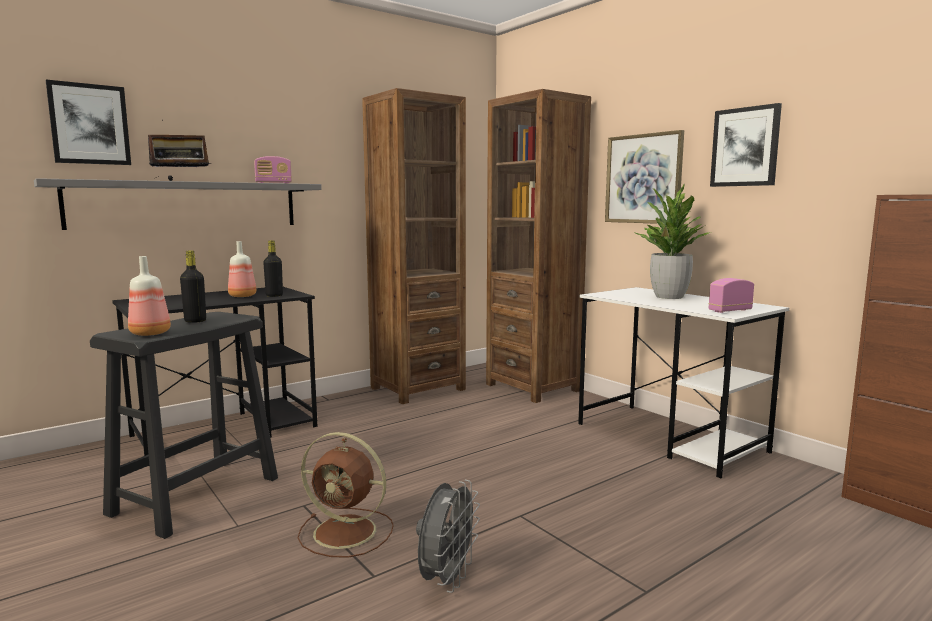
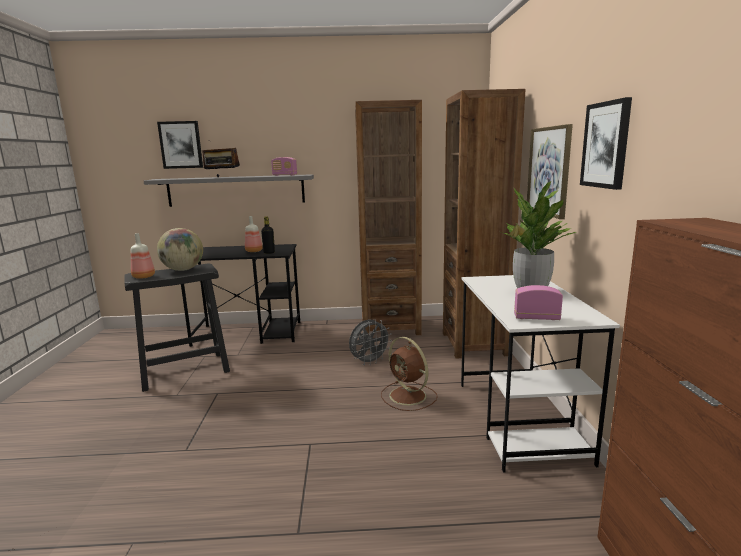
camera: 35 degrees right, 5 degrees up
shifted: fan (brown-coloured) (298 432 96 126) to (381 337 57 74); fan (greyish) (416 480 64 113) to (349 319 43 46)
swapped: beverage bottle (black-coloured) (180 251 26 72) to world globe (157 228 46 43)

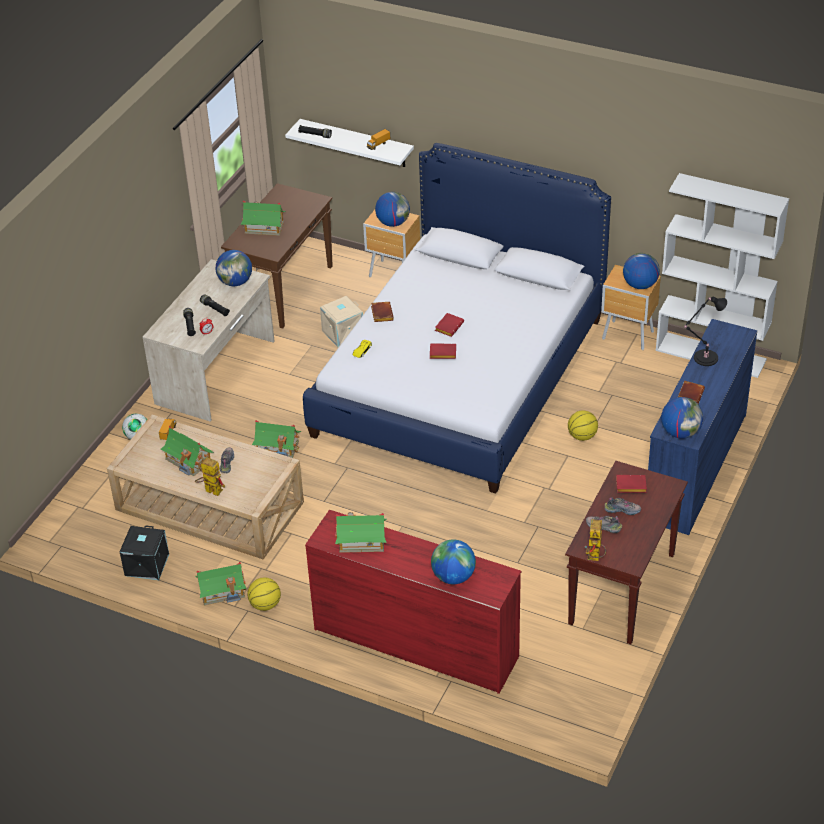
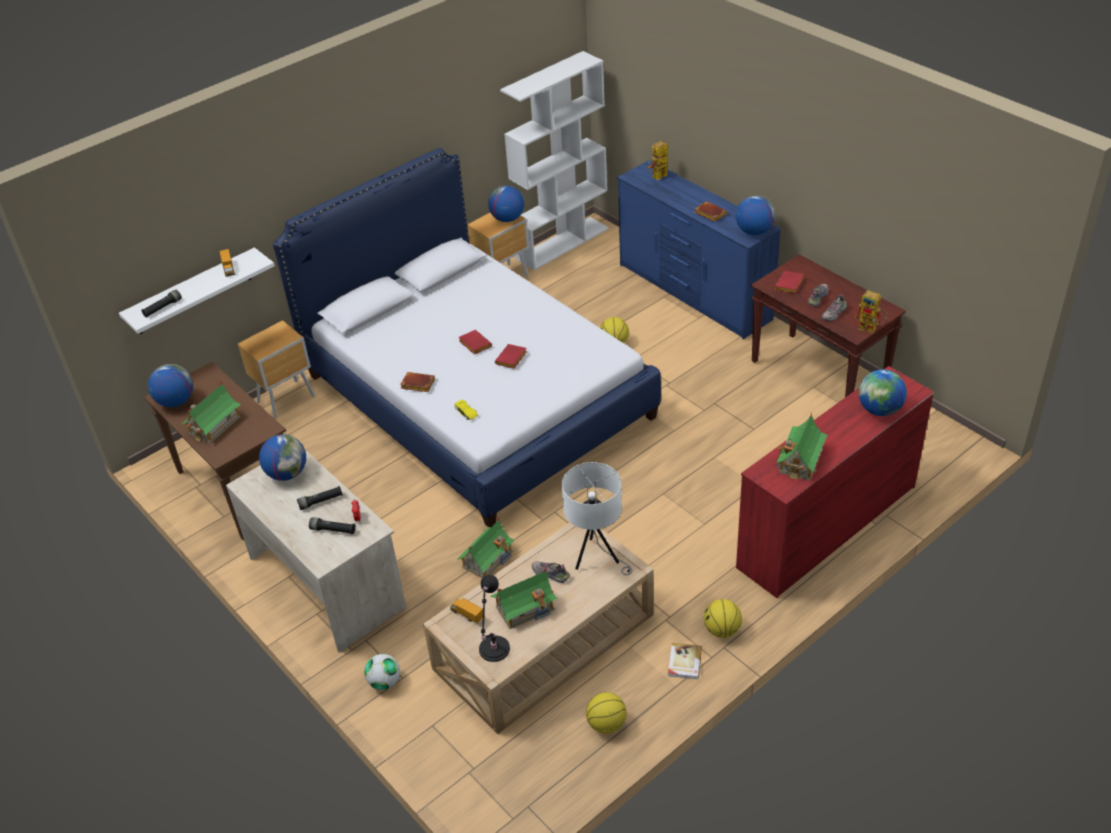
camera: 65 degrees left, 0 degrees up
gone: storage bin (sand-coloured) (320 296 43 51)
new: tabletop lamp (whitish) (562 462 70 113)
shifted: toy robot (195 458 30 38) to (647 141 21 39); world globe (375 192 35 35) to (148 364 45 43); tabletop lamp (black-coloured) (684 296 43 70) to (479 575 31 87)
swapped: storage bin (black-coloured) (120 525 49 55) to basketball (586 692 41 42); miniature house (195 562 52 43) to bound book (668 643 34 36)

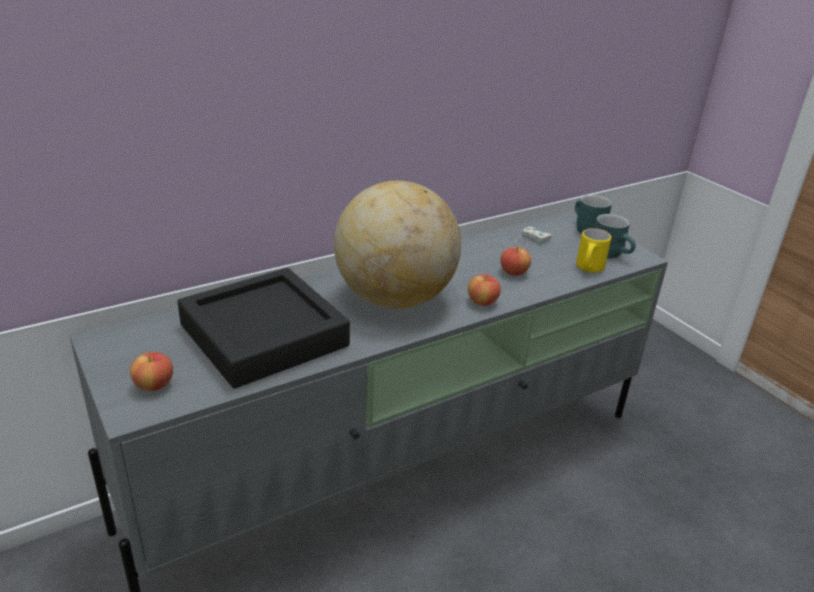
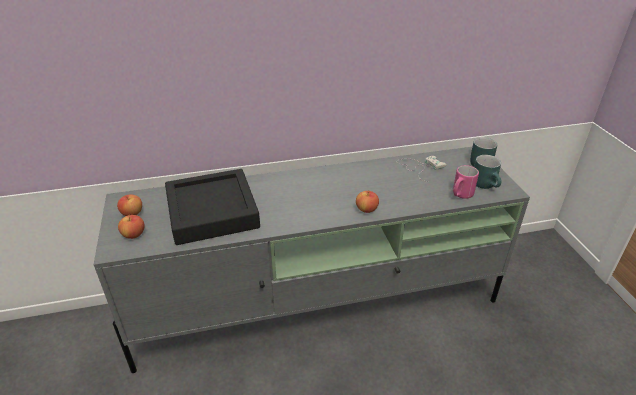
camera: 20 degrees right, 5 degrees up
gone: world globe (334 181 127 127)
shifted: apple (500 247 31 29) to (117 195 25 21)
repainted: coffee mug (yellowish) (576 228 35 45) to coffee mug (pinkish) (453 165 26 34)

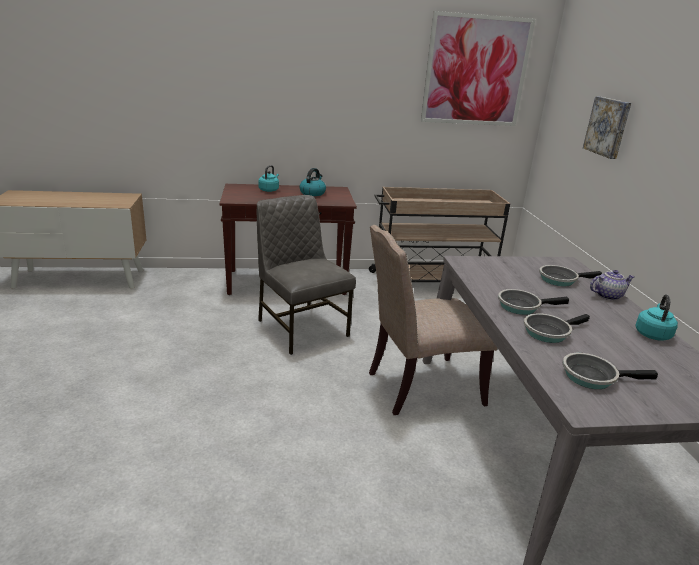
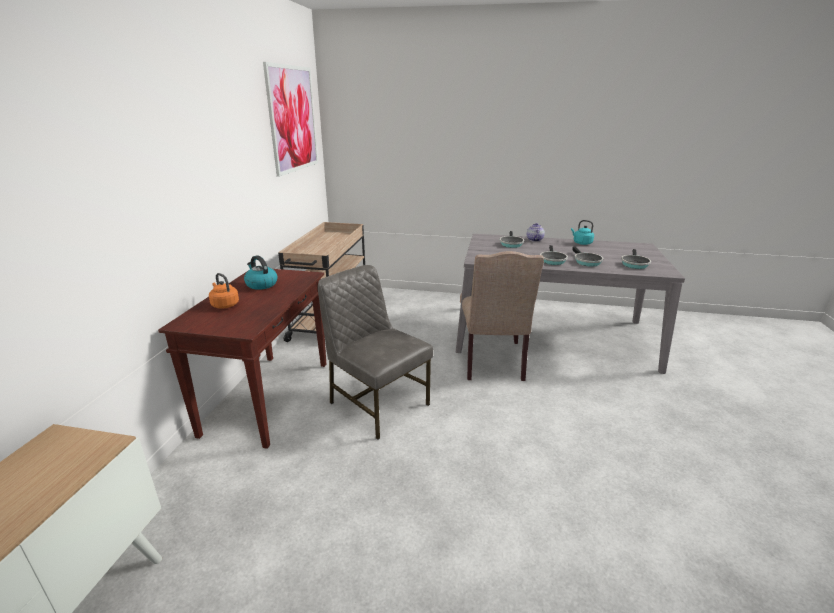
camera: 70 degrees left, 0 degrees up
gone: wall picture (583 96 48 63)
repainted: tea kettle (blue-green) (258 165 21 27) to tea kettle (orange-coloured) (209 273 30 36)
rotated: upright chair (greyish) (257 195 99 160) = (318 265 115 175) 60 degrees clockwise

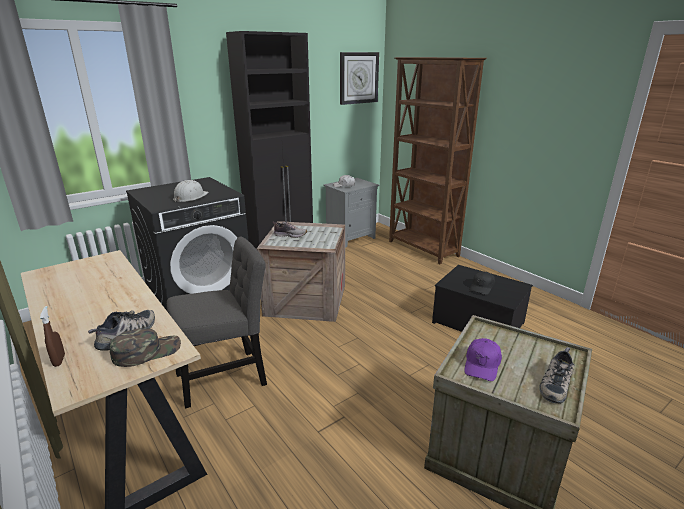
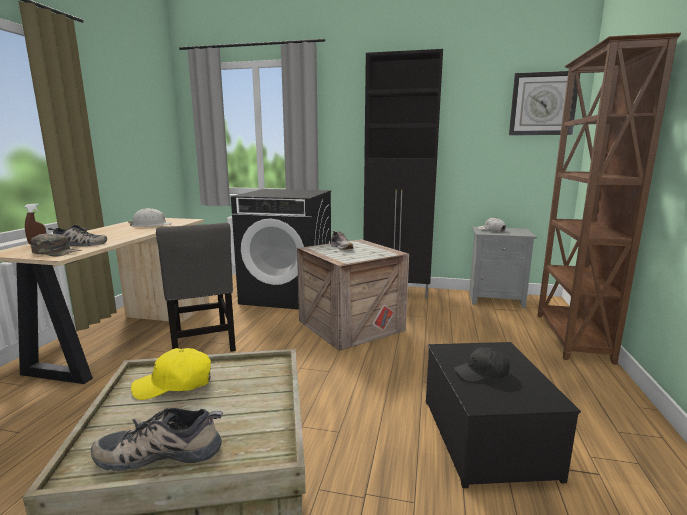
camera: 50 degrees right, 10 degrees down
shifted: hard hat (whitish) (173 180 36 22) to (128 208 44 19)
repainted: cap (purplish) (464 338 38 43) to cap (yellowish) (131 348 80 52)
rotated: upright chair (greyish) (167 237 100 172) = (156 223 80 129) 45 degrees clockwise

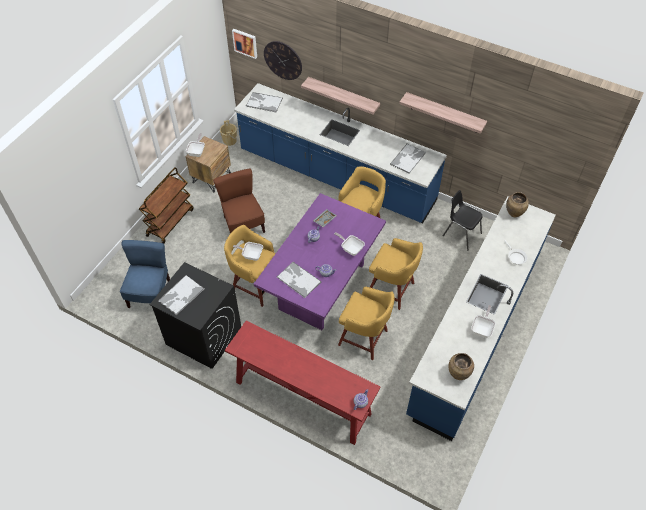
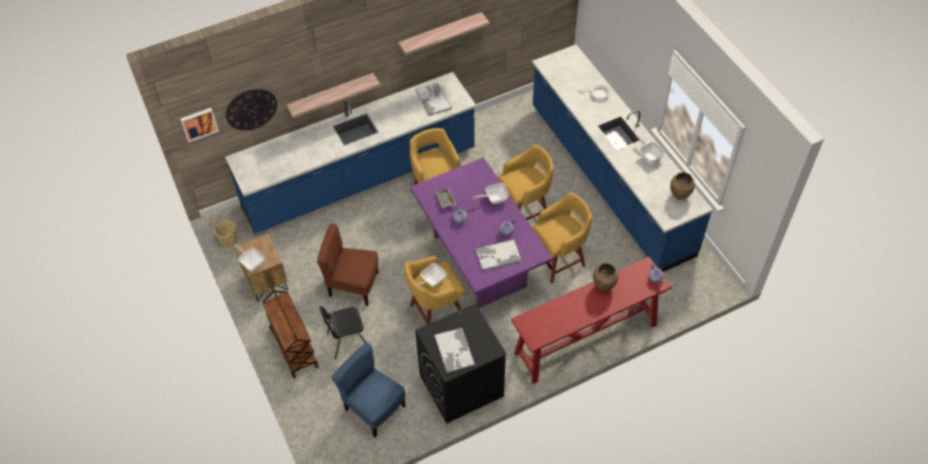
camera: 55 degrees left, 0 degrees up
gone: tray (246 92 37 21)
shifted: upright chair (black-coloured) (443 190 40 61) to (320 306 46 54); flower vase (brown-coloured) (506 192 23 25) to (593 263 26 28)

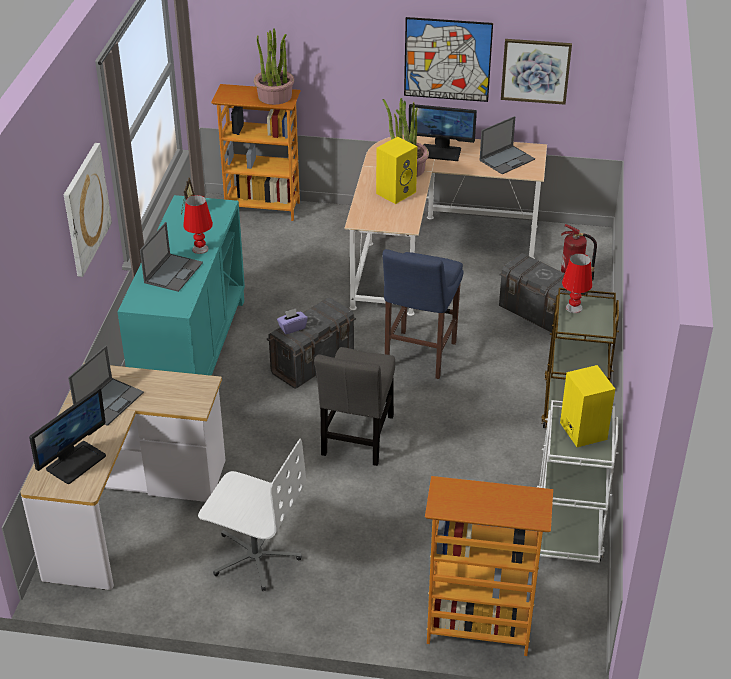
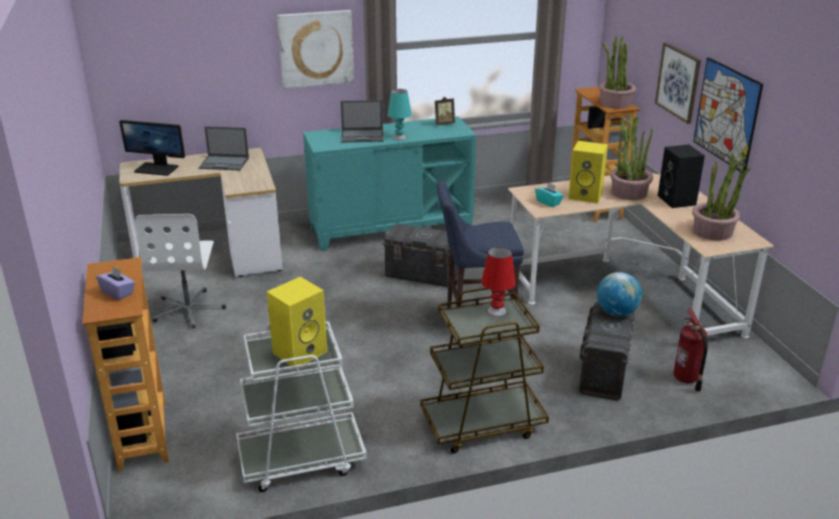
camera: 65 degrees right, 10 degrees down
gone: upright chair (greyish) (314 347 81 119)
new: tissue box (blue-green) (535 182 29 25); world globe (597 272 45 45)
shifted: tissue box (purplish) (277 308 31 26) to (96 266 39 34); wall picture (501 39 71 66) to (655 43 46 81)
swapped: computer screen (409 104 68 57) to audio speaker (black-coloured) (658 144 47 64); laptop (480 116 55 58) to plant in a pot (692 153 59 87)
repainted: tabletop lamp (reddish) (183 195 30 59) to tabletop lamp (blue-green) (388 89 24 51)

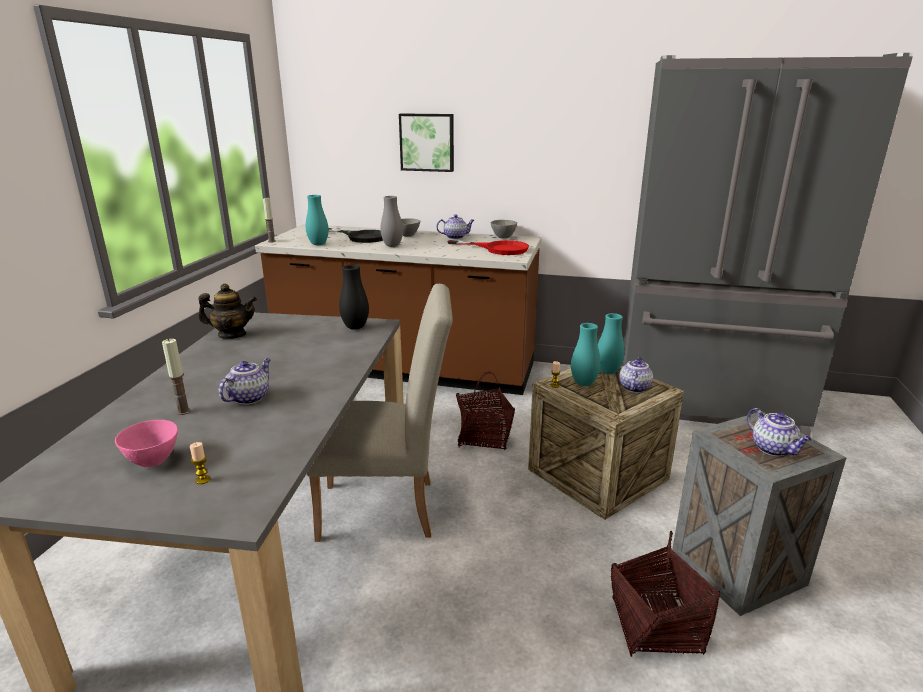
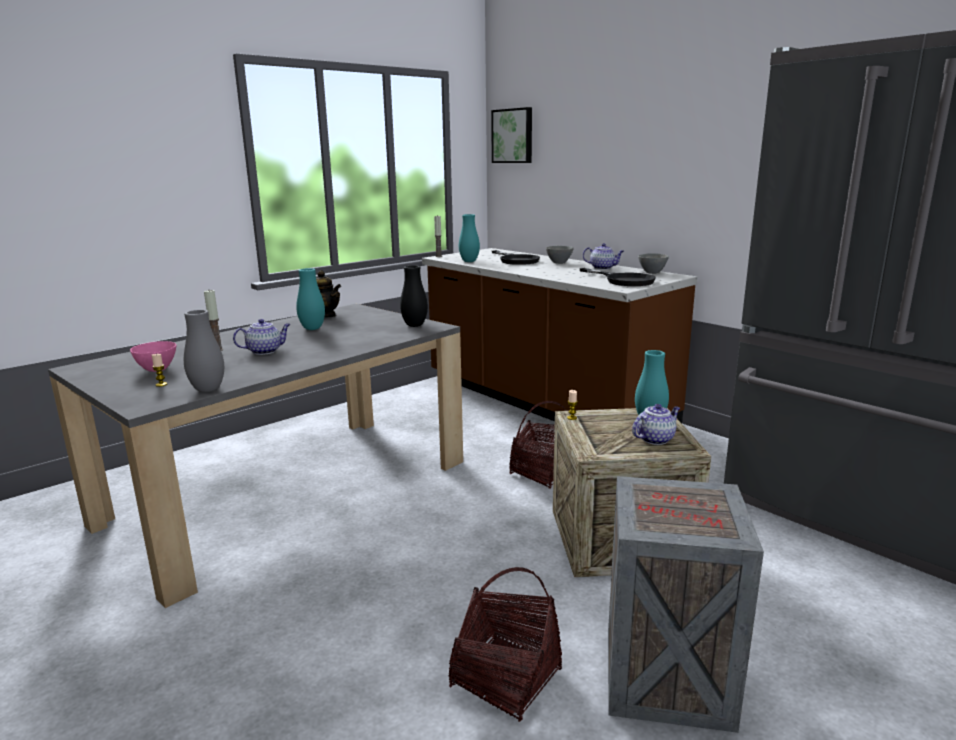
camera: 35 degrees right, 5 degrees down
gone: upright chair (sand-coloured) (307 284 146 258); teapot (747 408 65 48)
shifted: flower vase (greyish) (380 196 23 51) to (184 310 40 82); wall picture (399 113 55 59) to (491 107 41 56); flower vase (blue-green) (571 323 30 63) to (296 268 29 62)
repainted: pan (reddish) (447 240 82 15) to pan (black-coloured) (580 268 76 18)

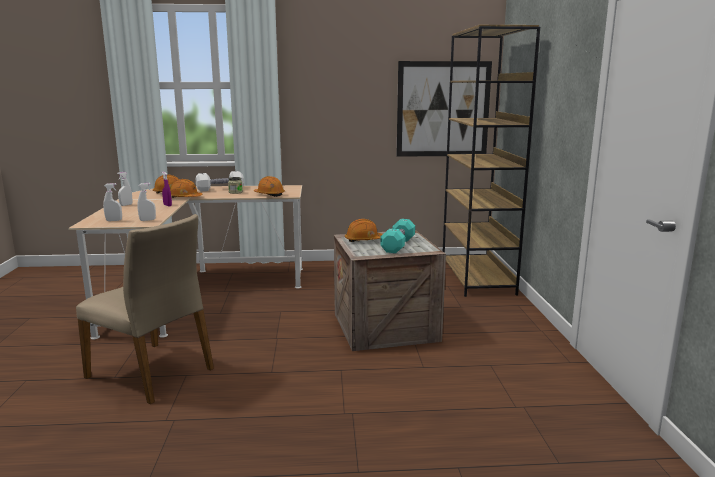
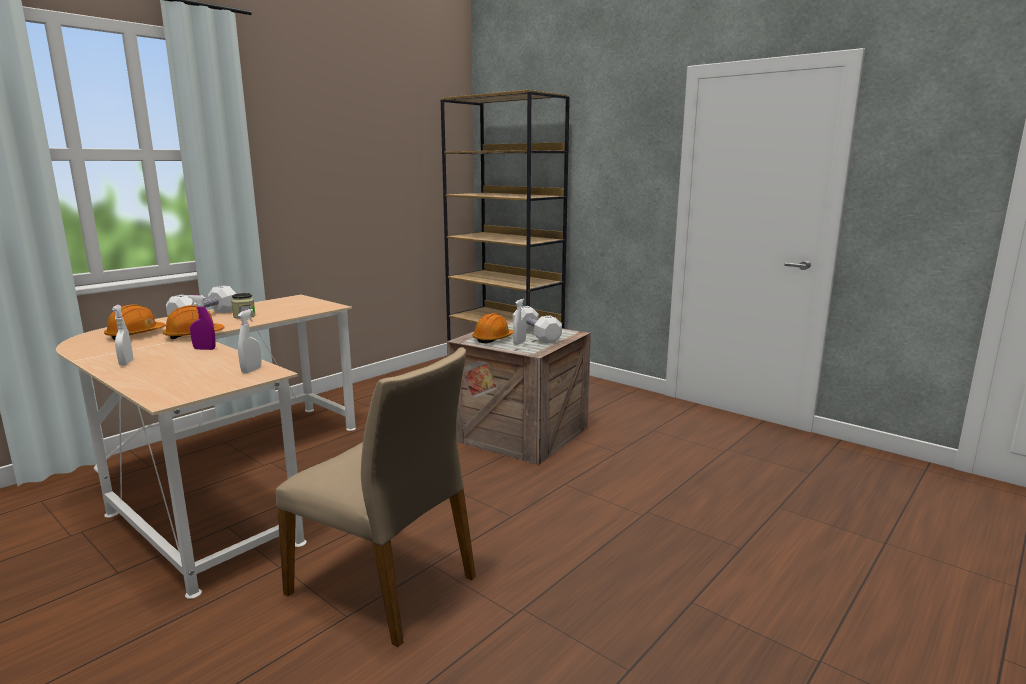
camera: 45 degrees left, 0 degrees up
gone: hard hat (orange-coloured) (254 176 31 21); wall picture (397 61 95 96)
shifted: spray bottle (whitish) (103 183 19 38) to (513 299 13 46)
repainted: hand weight (blue-green) (380 219 35 34) to hand weight (whitish) (513 306 49 38)
rotated: upright chair (sand-coloured) (76 214 138 190) = (276 347 200 300) 45 degrees clockwise

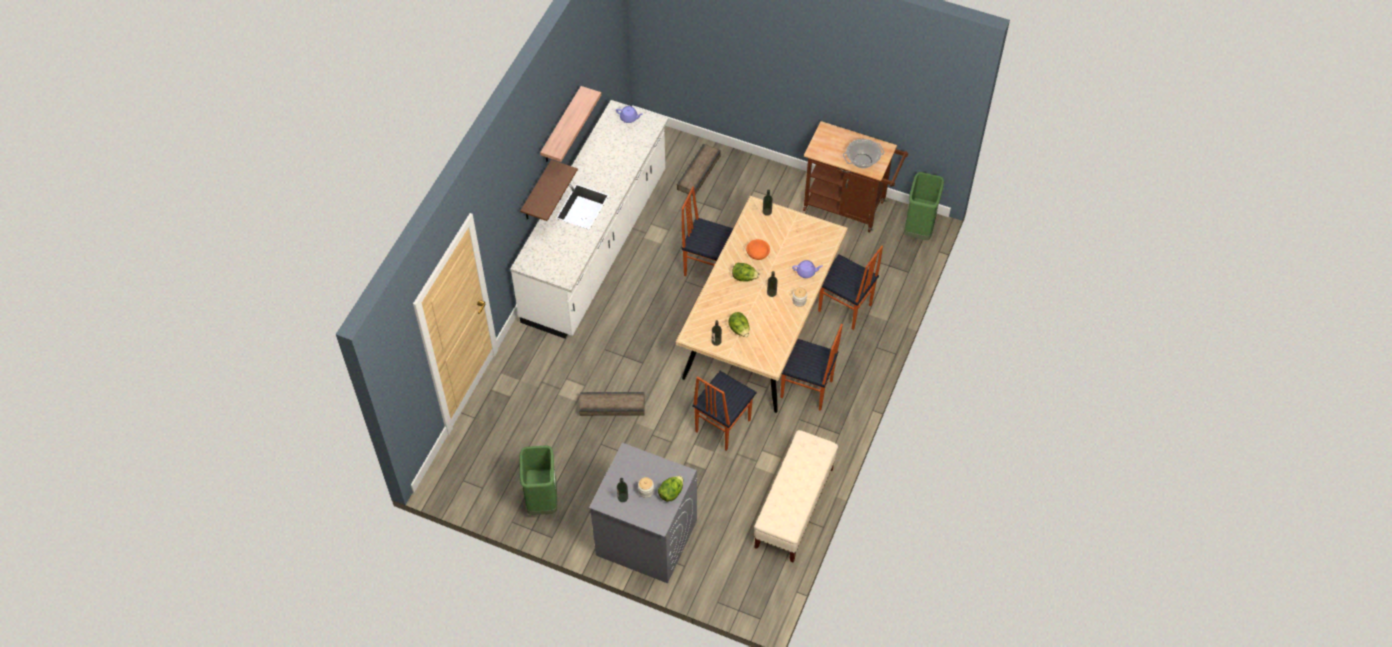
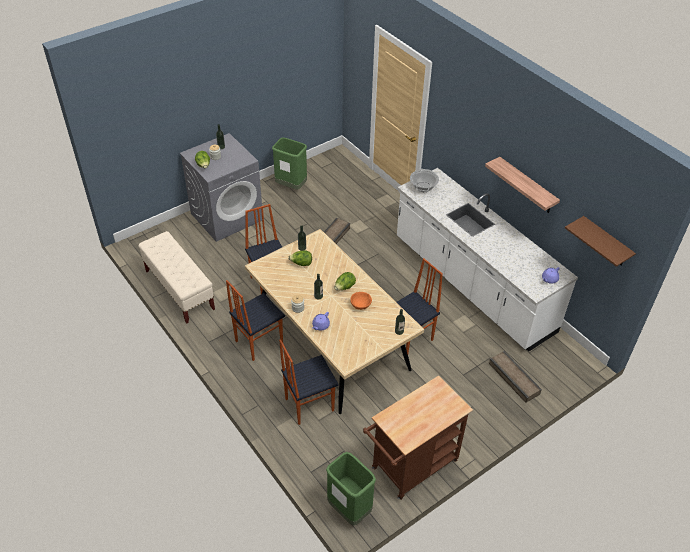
camera: 120 degrees right, 10 degrees down
shifted: shelf (brown-coloured) (520 160 58 61) to (565 216 71 51); saucepot (843 139 42 29) to (410 169 29 23)

